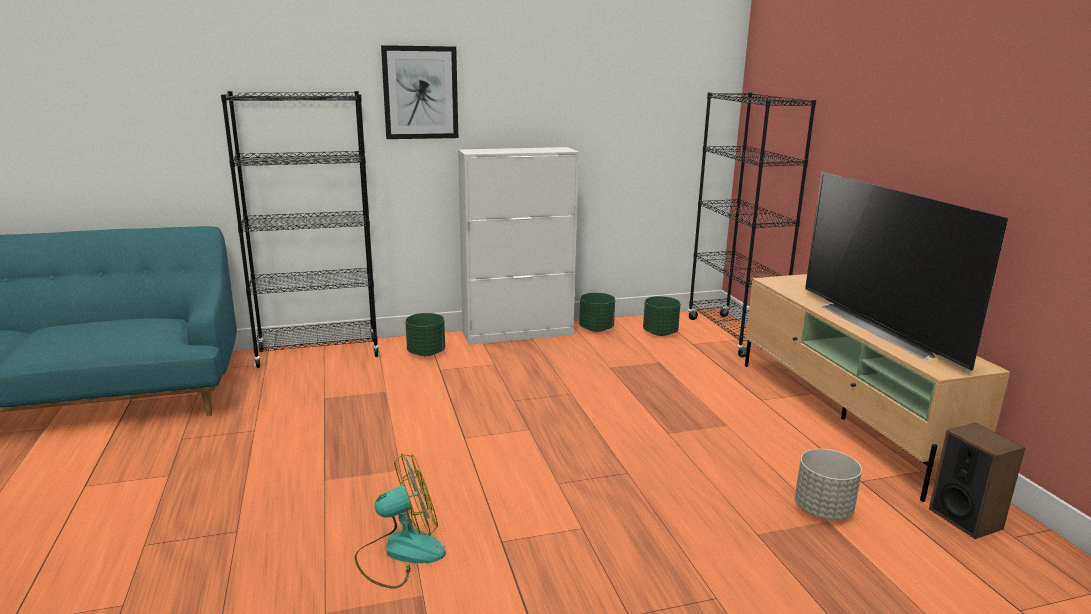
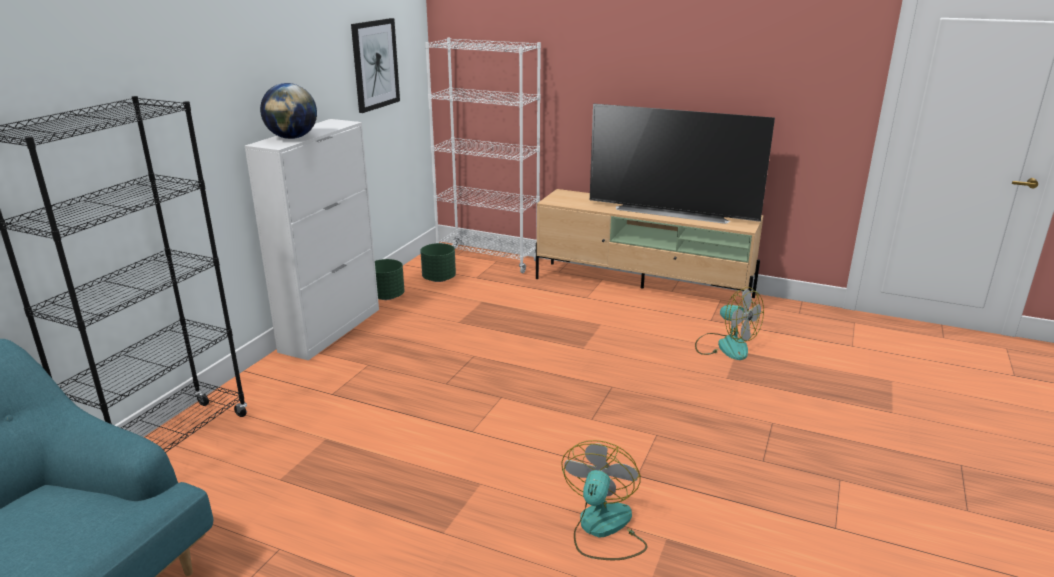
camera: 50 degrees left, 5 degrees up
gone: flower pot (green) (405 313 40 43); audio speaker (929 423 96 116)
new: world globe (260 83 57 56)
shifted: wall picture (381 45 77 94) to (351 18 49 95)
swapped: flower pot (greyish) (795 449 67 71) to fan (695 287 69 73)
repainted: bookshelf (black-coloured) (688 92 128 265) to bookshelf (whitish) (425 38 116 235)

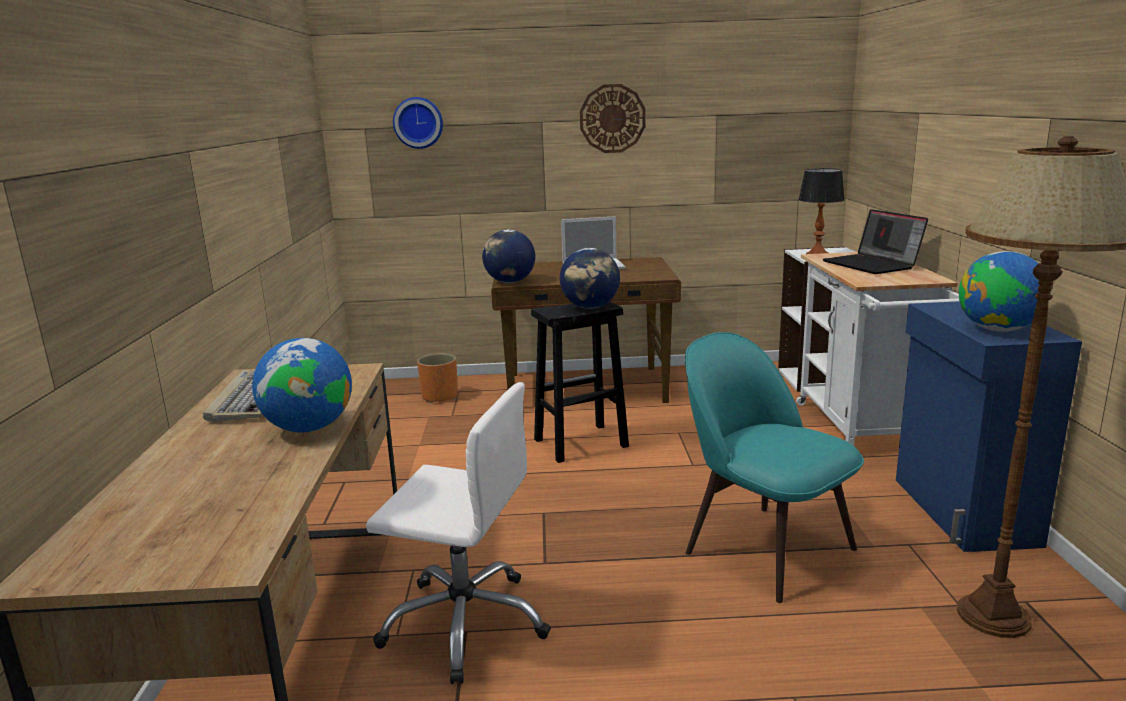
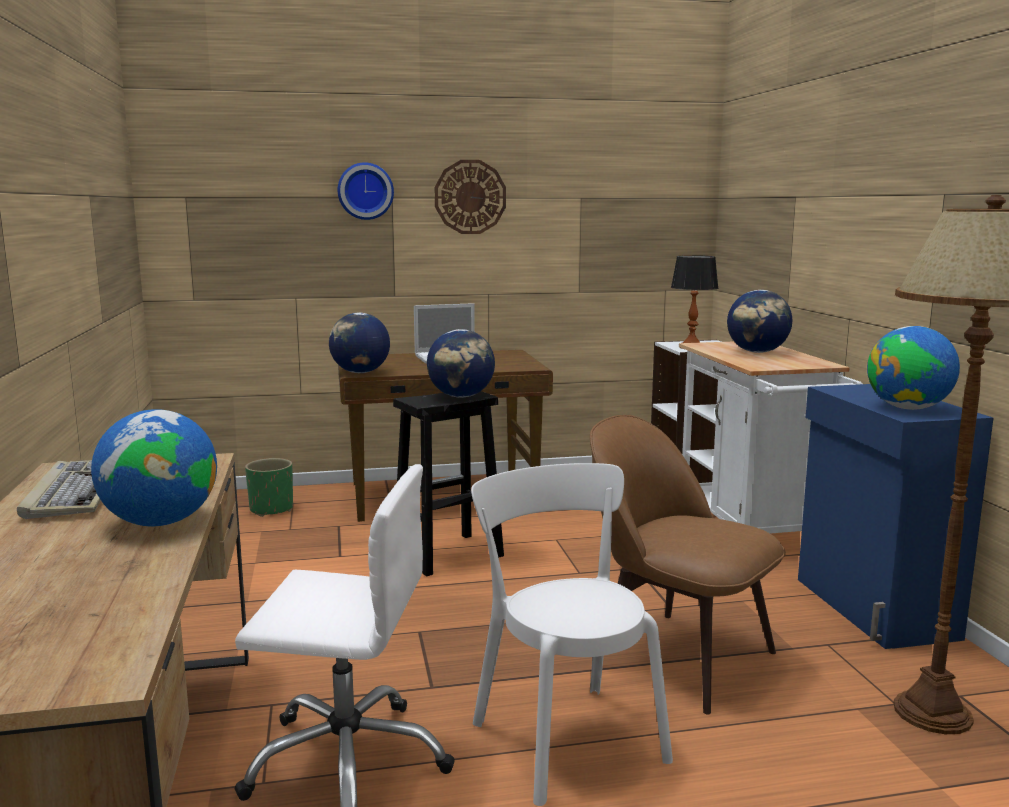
camera: 10 degrees left, 5 degrees down
new: upright chair (whitish) (471 463 202 343)
shifted: hanging clock (393 97 50 52) to (338 162 56 58)
swapped: laptop (823 209 105 65) to world globe (727 290 65 63)
repainted: flower pot (orange-coloured) (417 353 41 50) to flower pot (green) (245 458 48 59); upright chair (blue-green) (685 332 179 271) to upright chair (brown-coloured) (590 415 196 300)

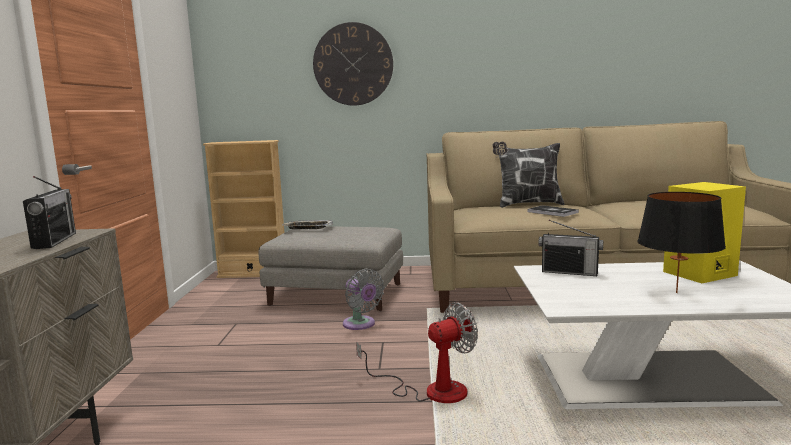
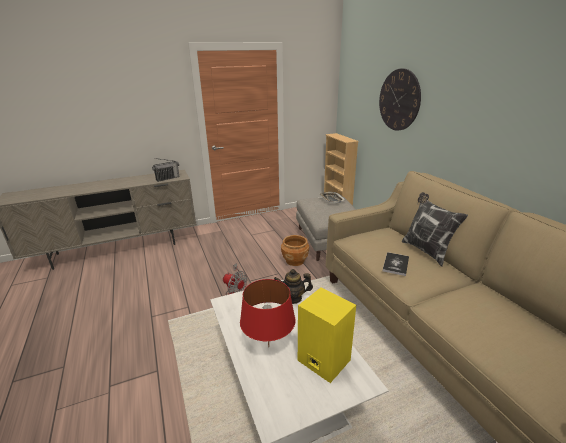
camera: 65 degrees right, 15 degrees up
swapped: fan (greyish) (343 269 41 61) to flower pot (brown-coloured) (281 235 28 31); radio (538 220 65 56) to teapot (274 269 39 35)
repainted: tabletop lamp (black-coloured) (637 192 89 101) to tabletop lamp (reddish) (240 279 56 68)

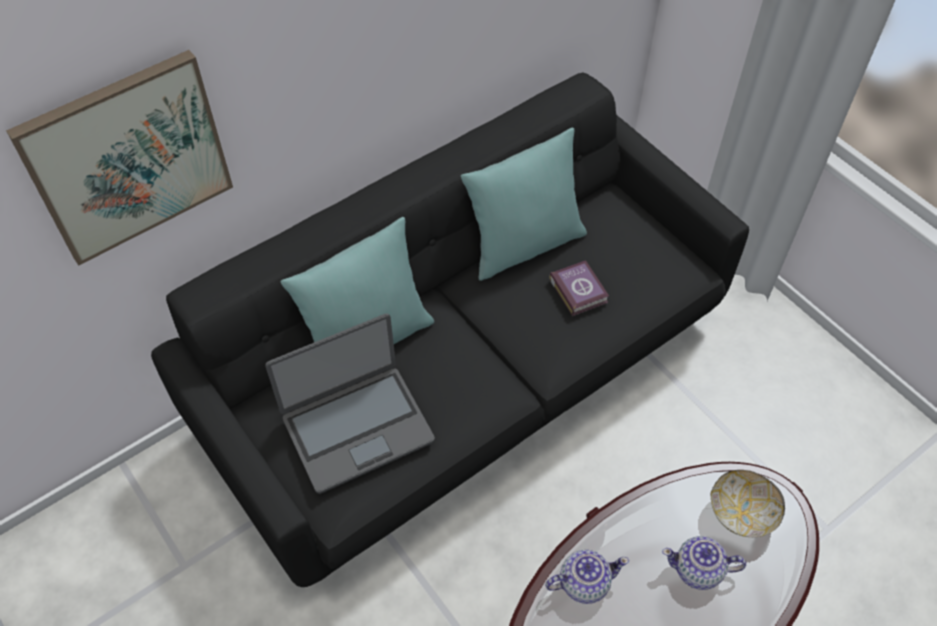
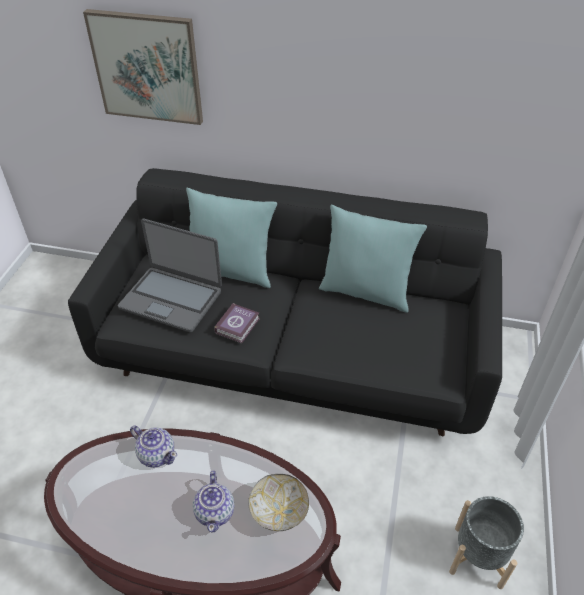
camera: 50 degrees right, 10 degrees down
new: flower pot (greyish) (449 496 75 93)
shifted: bound book (549 260 60 56) to (214 303 46 41)
rotated: teapot (662 536 84 54) = (193 471 42 62) 150 degrees counterclockwise

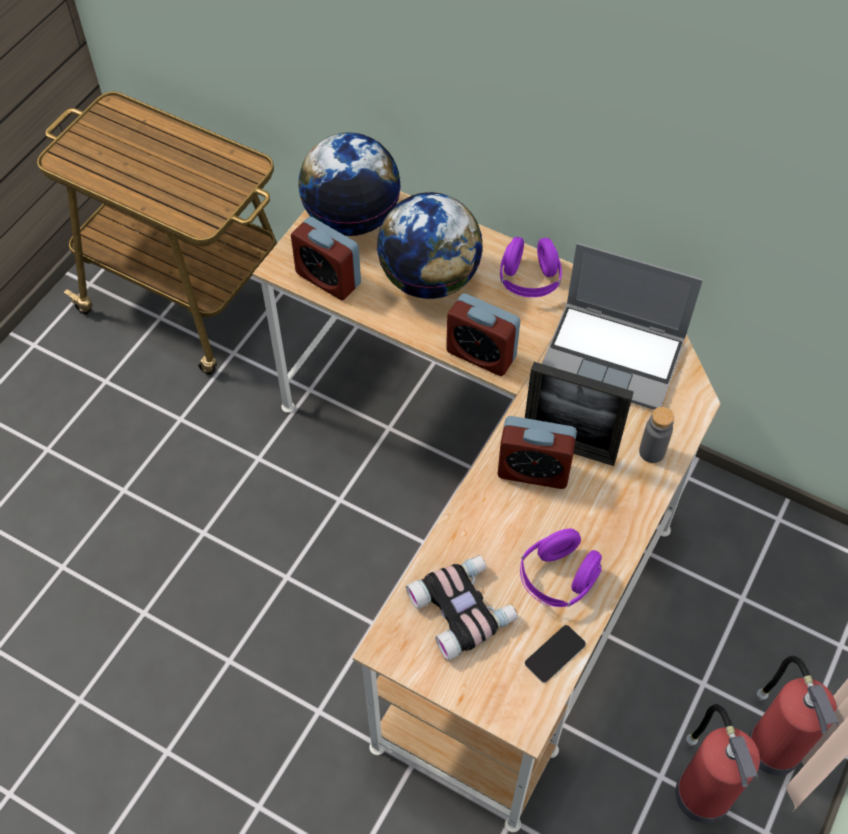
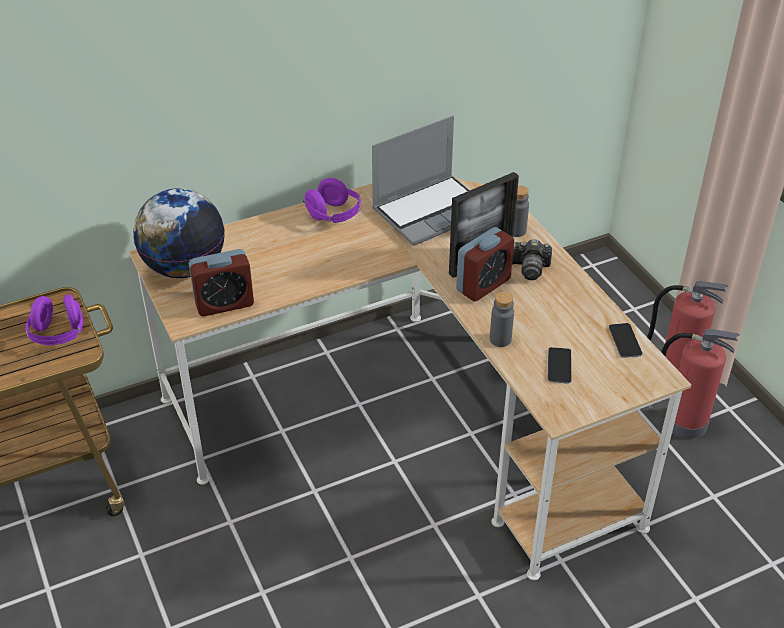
camera: 55 degrees left, 15 degrees down
gone: world globe (377 192 106 107); bedside clock (446 293 75 83)
new: beverage bottle (greyish) (490 292 24 55); photo camera (512 239 40 41)
shifted: headset (purplish) (520 528 82 79) to (26 294 57 51)
swapped: field glasses (406 555 112 106) to phone (548 347 24 37)

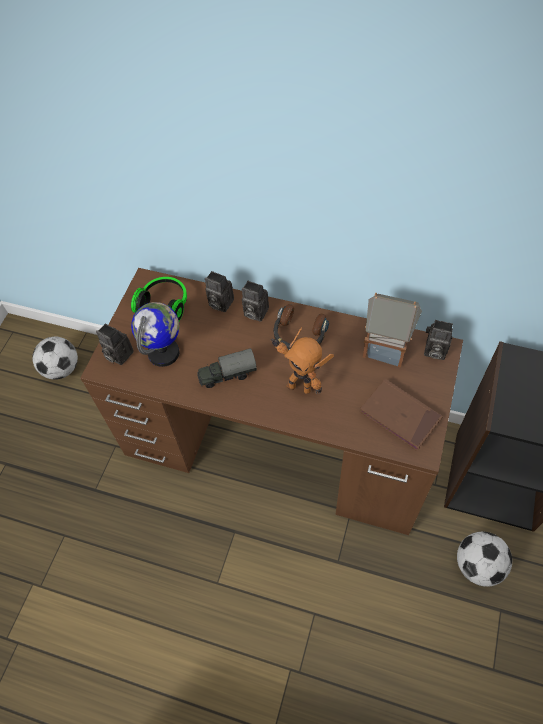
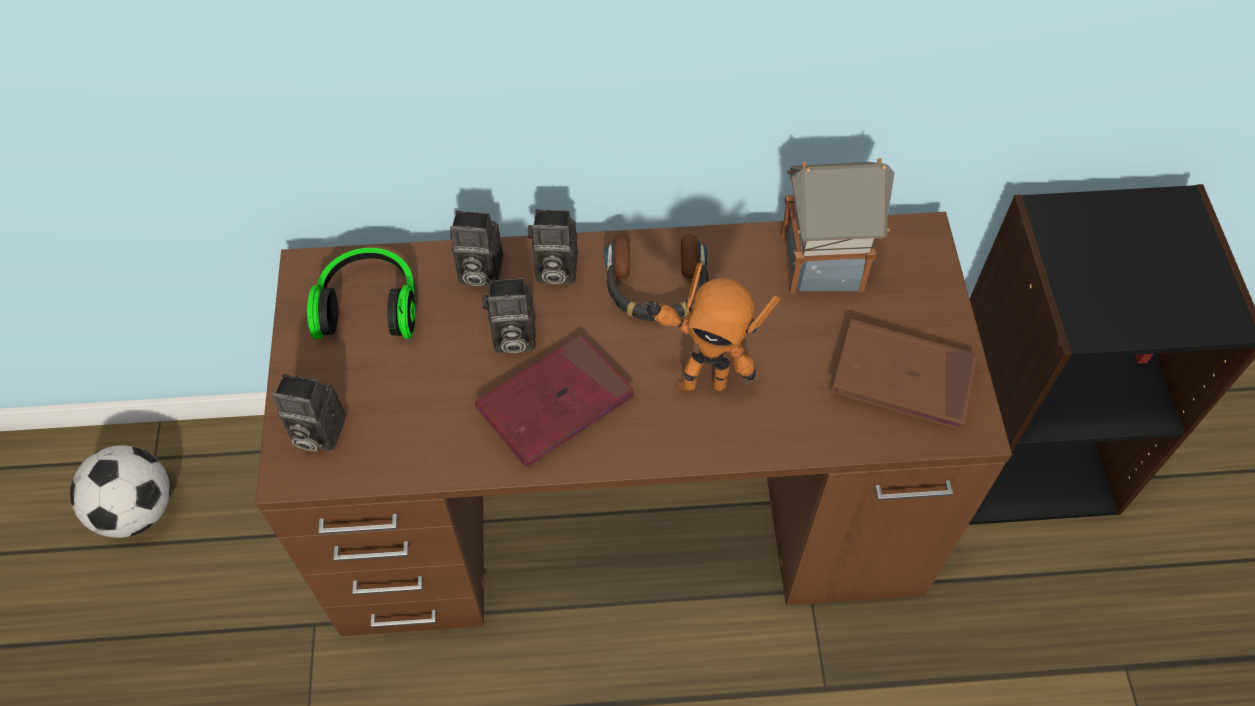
camera: 25 degrees left, 0 degrees up
gone: world globe (131 302 49 65); ball for football (457 532 55 55)
shifted: photo camera (424 320 29 40) to (482 278 54 75)
swapped: toy lorry (197 348 60 40) to bound book (reddish) (475 334 159 133)

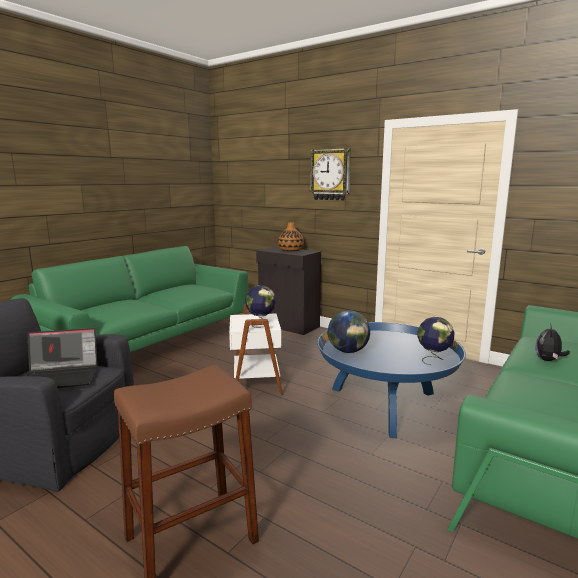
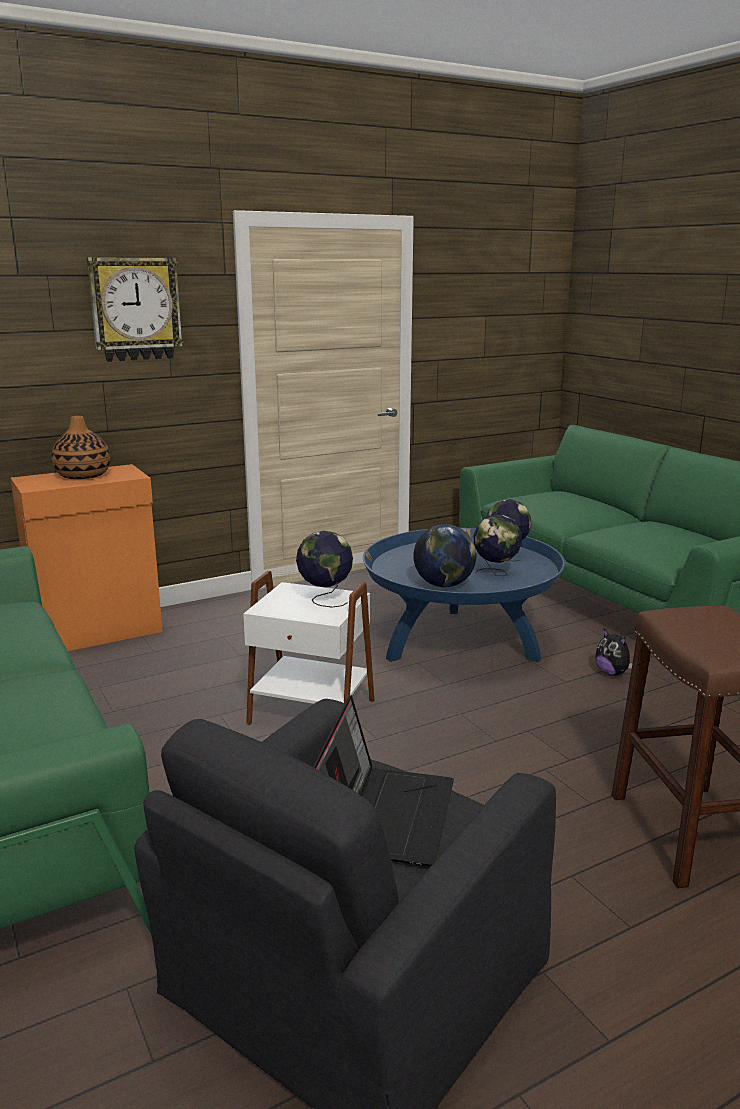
camera: 65 degrees left, 5 degrees up
new: world globe (474 515 48 61)
shifted: cuddly toy (535 326 35 35) to (595 629 37 47)
repainted: cabinet (black-coloured) (256 247 65 88) to cabinet (orange-coloured) (10 464 153 187)

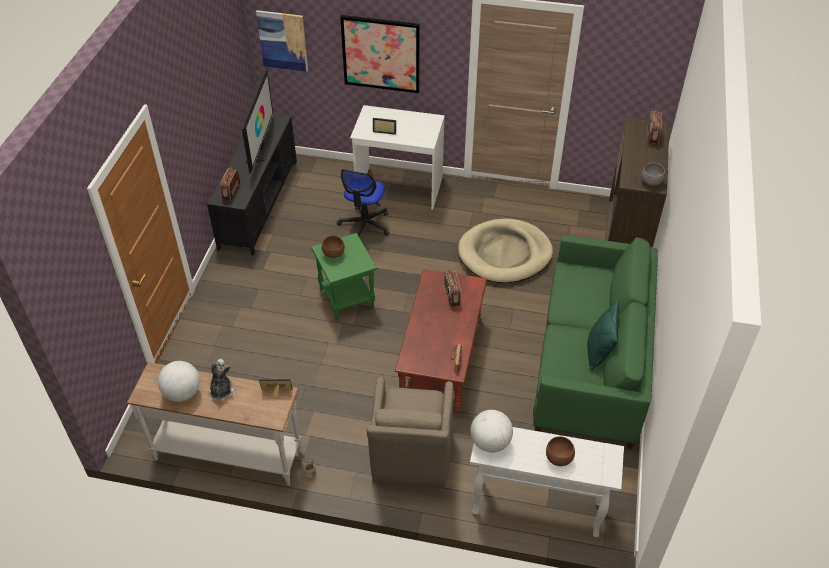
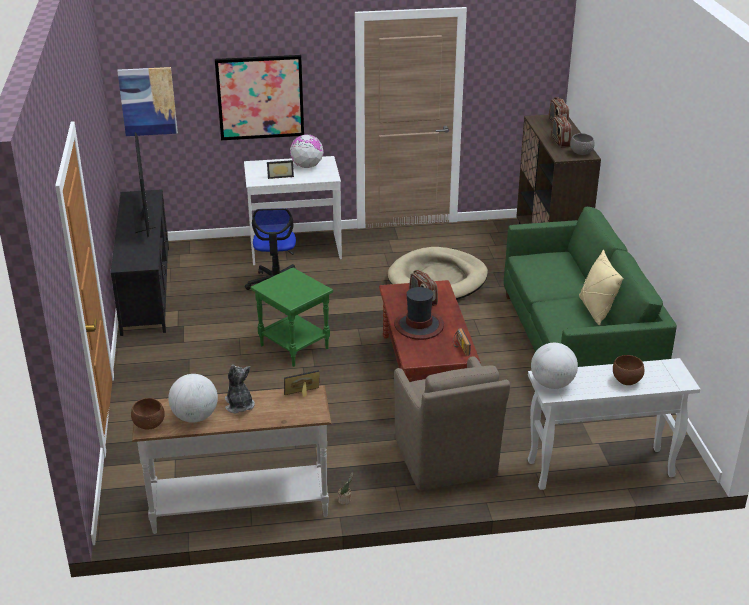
camera: 20 degrees left, 15 degrees down
new: world globe (290 134 34 34); wearable hat (394 287 50 53)
shifted: radio (220 167 20 34) to (551 115 21 33); serving bowl (brown-coloured) (322 236 23 22) to (131 398 34 32)
repainted: cushion (green) (587 301 32 70) to cushion (sand-coloured) (579 250 45 75)

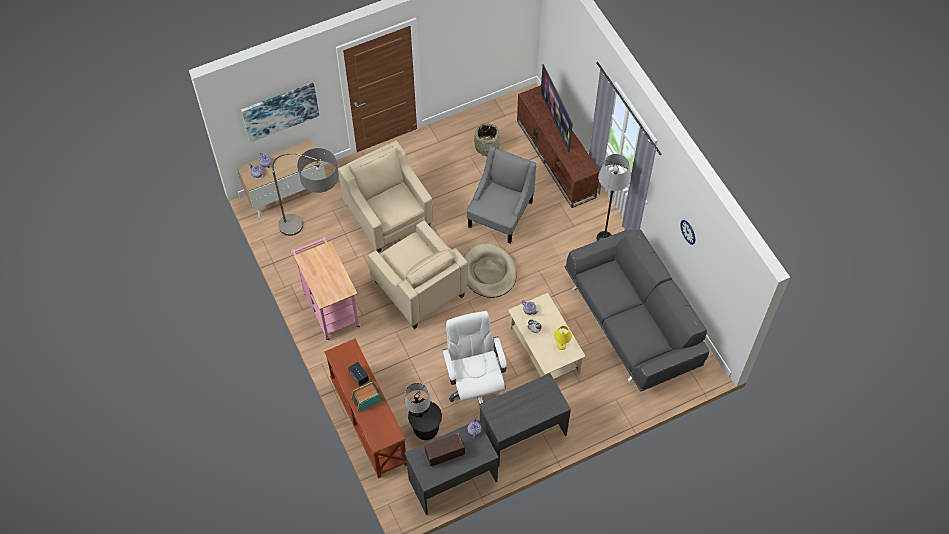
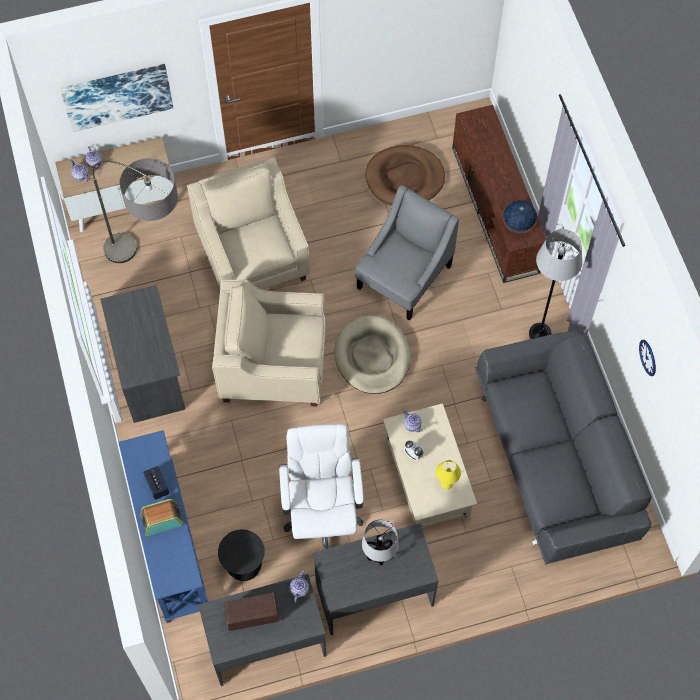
camera: 10 degrees right, 5 degrees up
gone: television (540 64 33 88)
new: world globe (502 200 36 34)
shifted: tabletop lamp (405 383 26 35) to (362 519 37 46)
swapped: wheeled cart (pinkish) (291 237 70 104) to desk unit (greyish) (100 285 85 138); basket (474 123 26 33) to dog cushion (brown-coloured) (365 145 80 61)
repainted: console table (brown-coloured) (325 339 82 139) to console table (bluish) (118 430 90 193)
rotated: easy chair (sand-coloured) (368 220 100 109) = (212 280 114 127) 120 degrees clockwise

